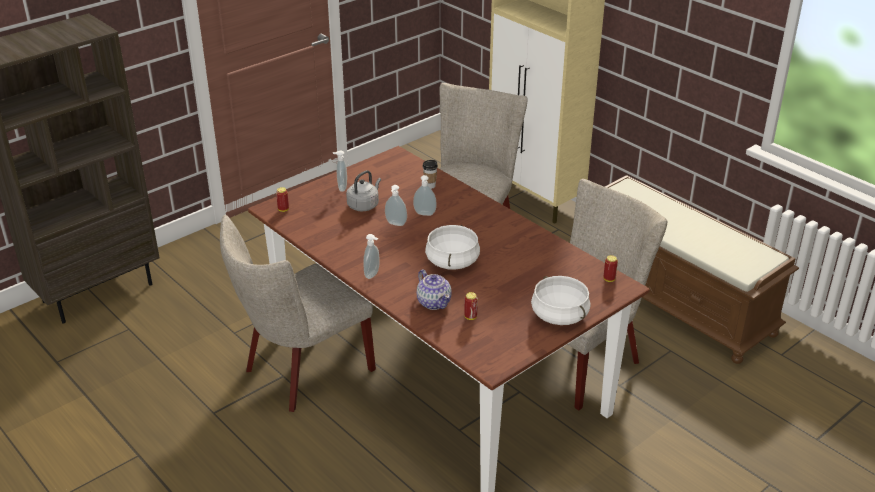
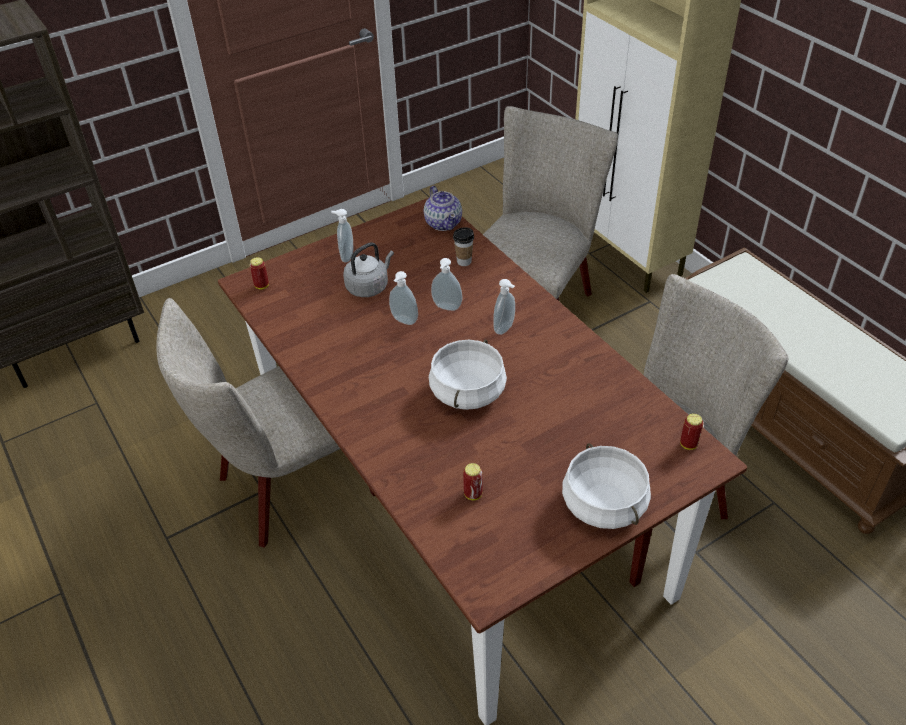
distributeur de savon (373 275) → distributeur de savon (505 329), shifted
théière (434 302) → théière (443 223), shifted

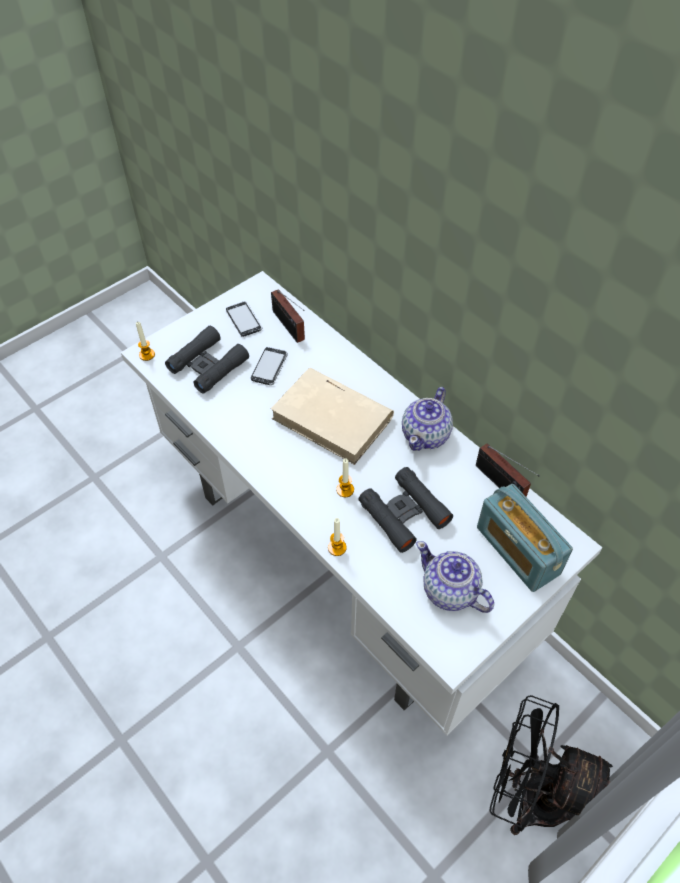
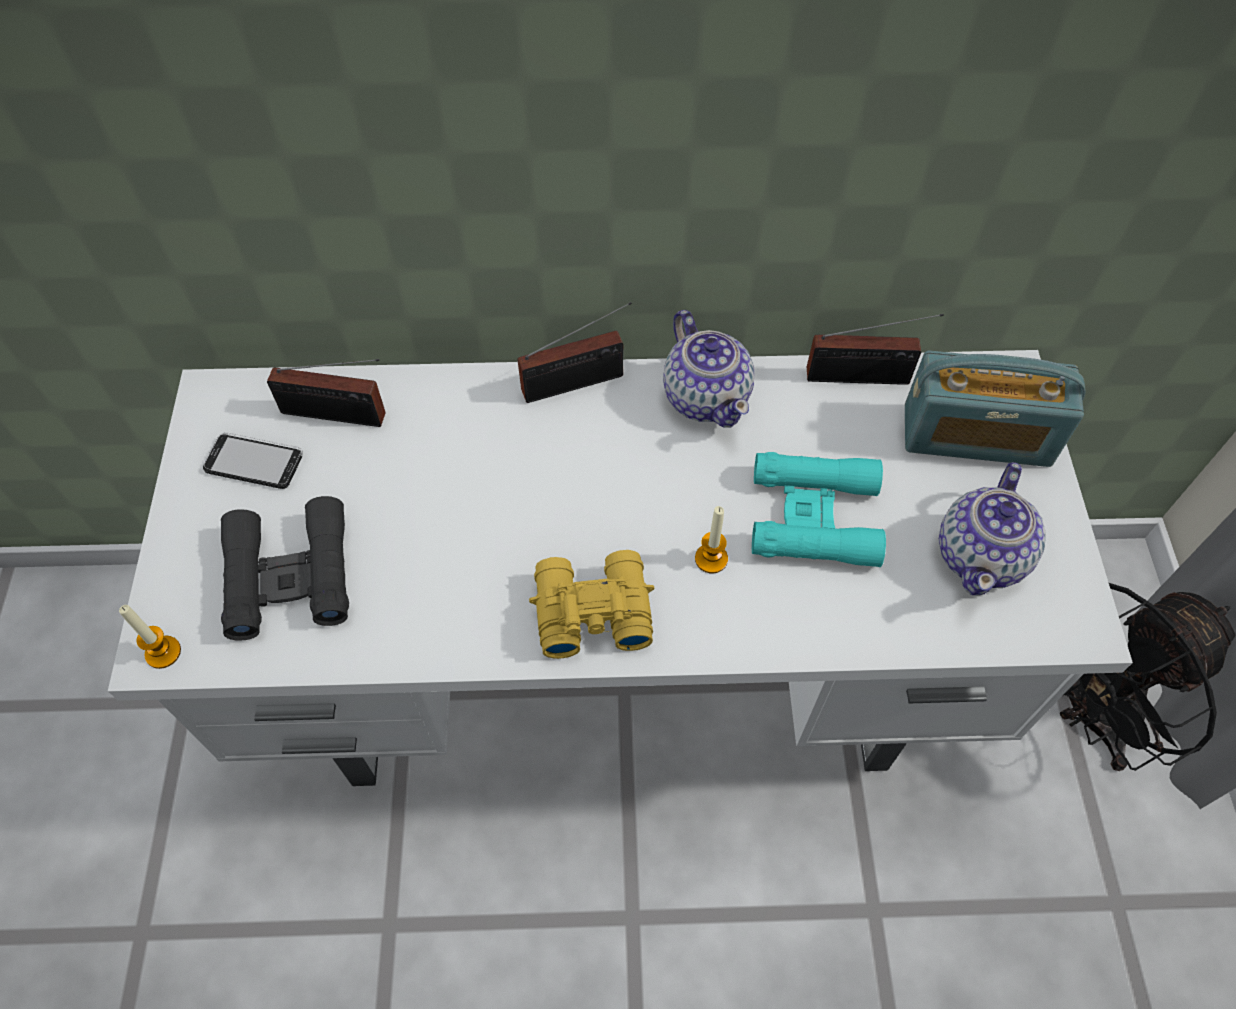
téléphone (269 367) → -
livre [beige] (333 418) → -
bougie (337 547) → -
jumelles [noir] (404 513) → jumelles [turquoise] (814 517)
théière (450 591) → théière (982 555), 60 degrees counterclockwise
- → radio (578 383)
- → jumelles [jaune] (590 609)

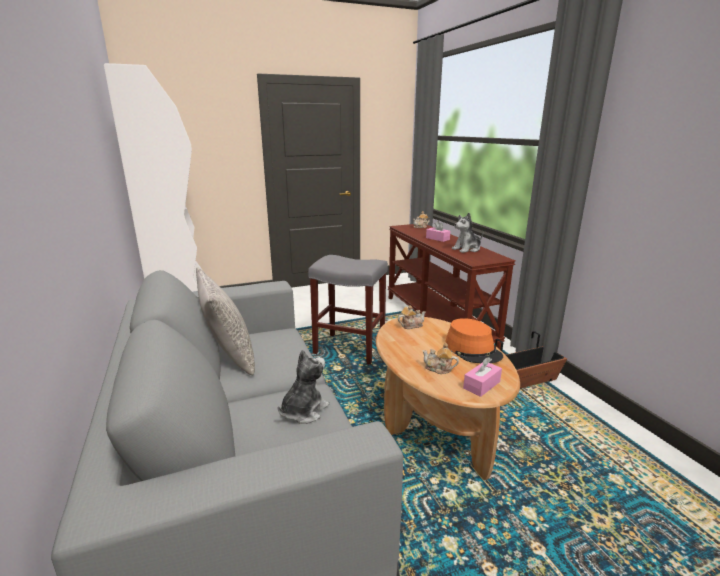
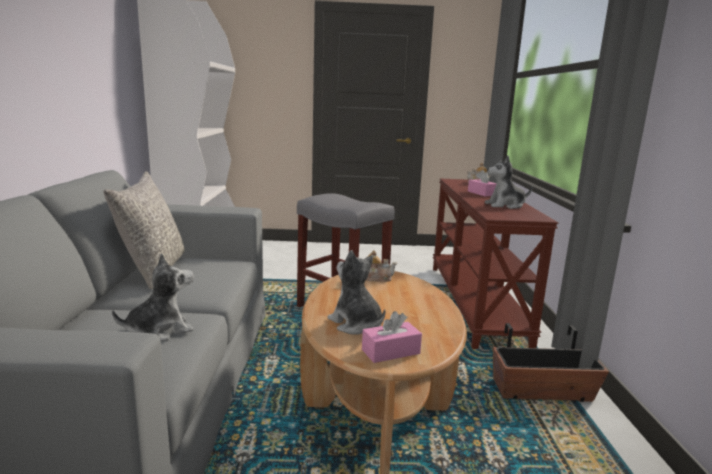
théière (438 369) → peluche (356 324)
chapeau [orange] (473 349) → -

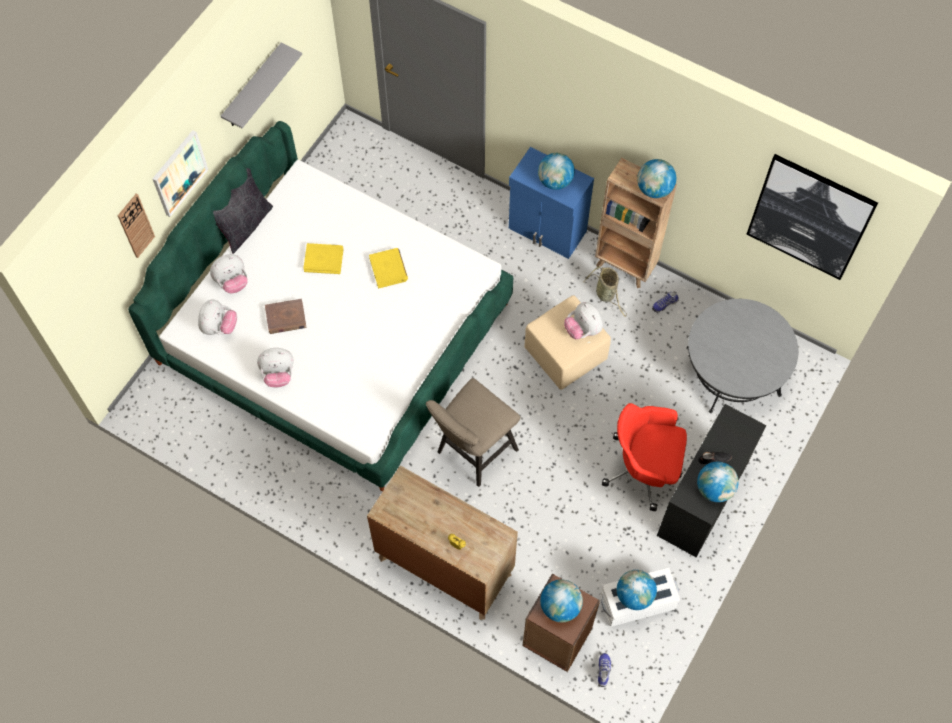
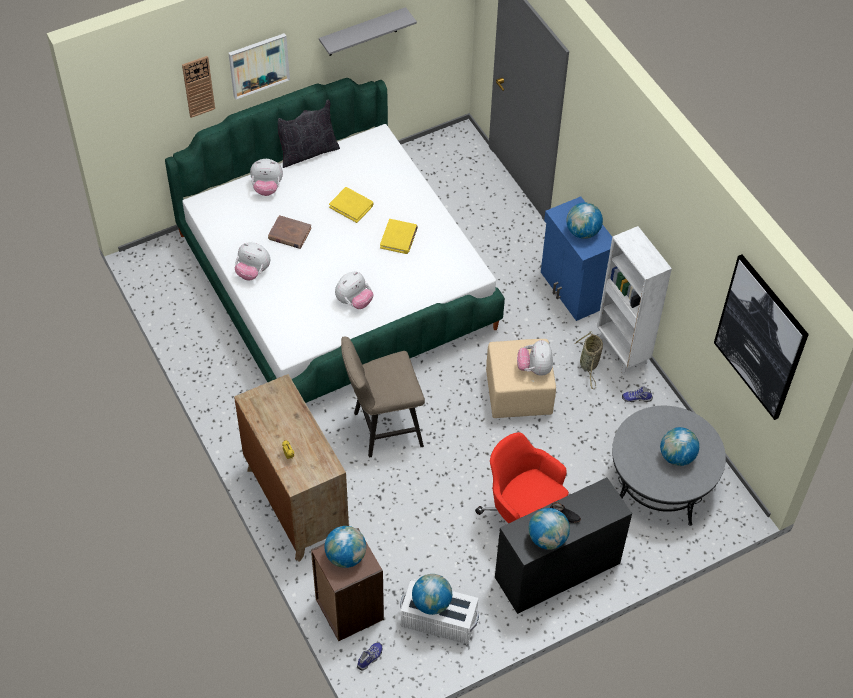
peluche (219 327) → peluche (354 301), shifted
bibliothèque [marron] (625 267) → bibliothèque [blanc] (622 351)
globe (654 189) → globe (676 456), shifted

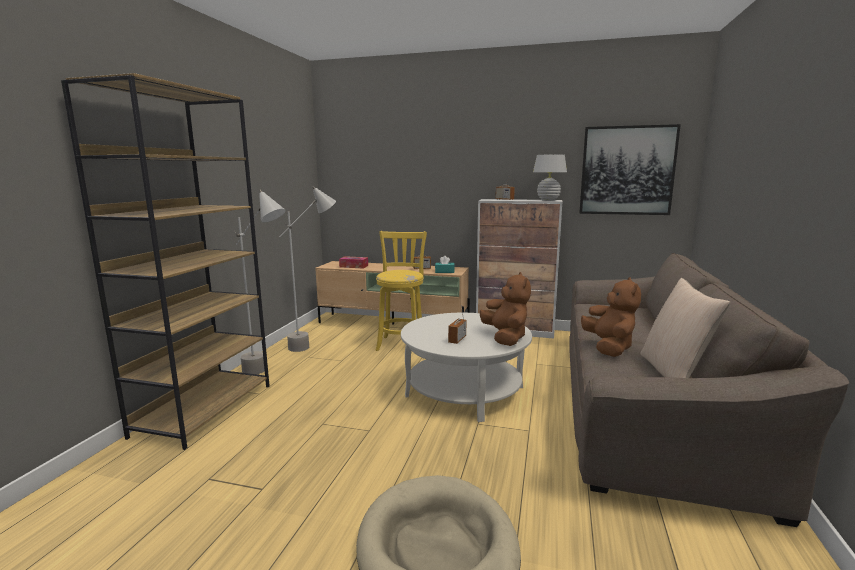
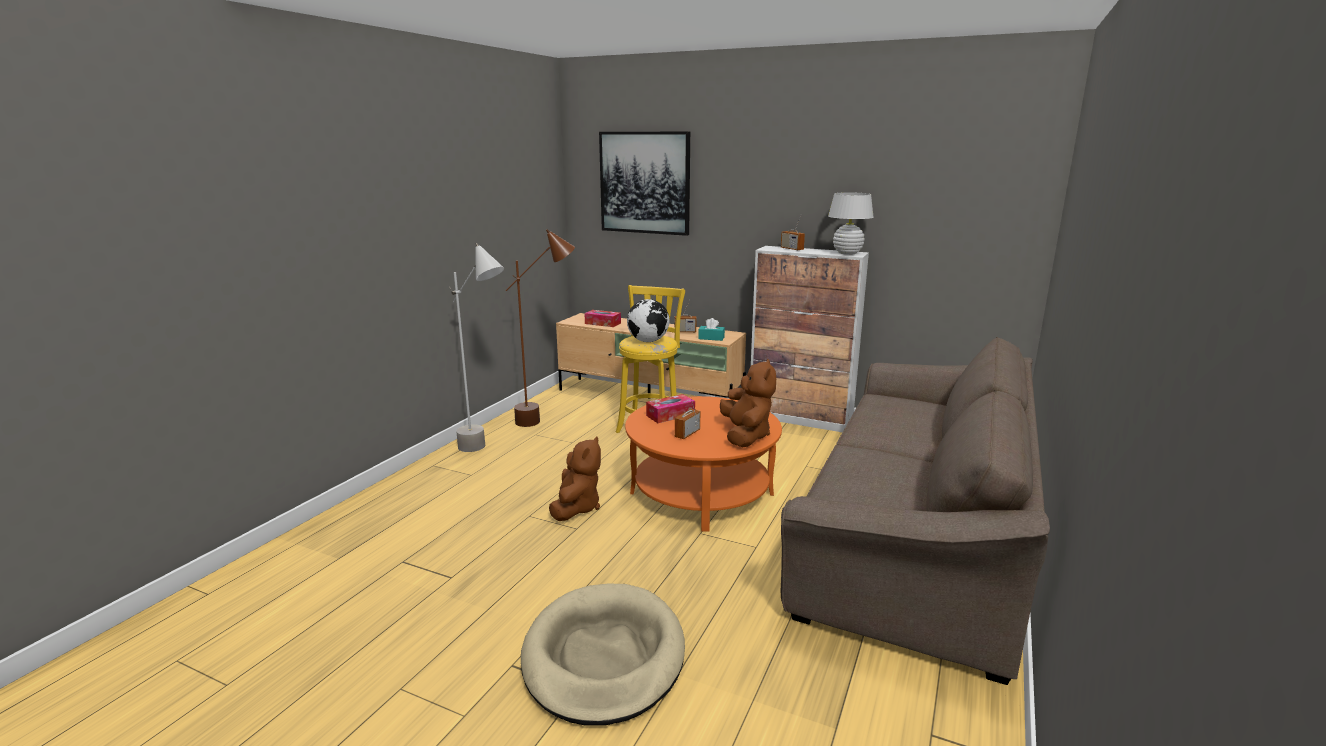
bibliothèque [marron] (205 409) → -
lampadaire [gris] (315 344) → lampadaire [marron] (548 419)
table basse [blanc] (464 391) → table basse [orange] (701 493)
tableau (627 170) → tableau (645 183), shifted
peluche [marron] (609 347) → peluche [marron] (576 508), shifted
coussin [beige] (674 373) → -
- → globe (648 341)
- → boîte à mouchoirs (670 415)

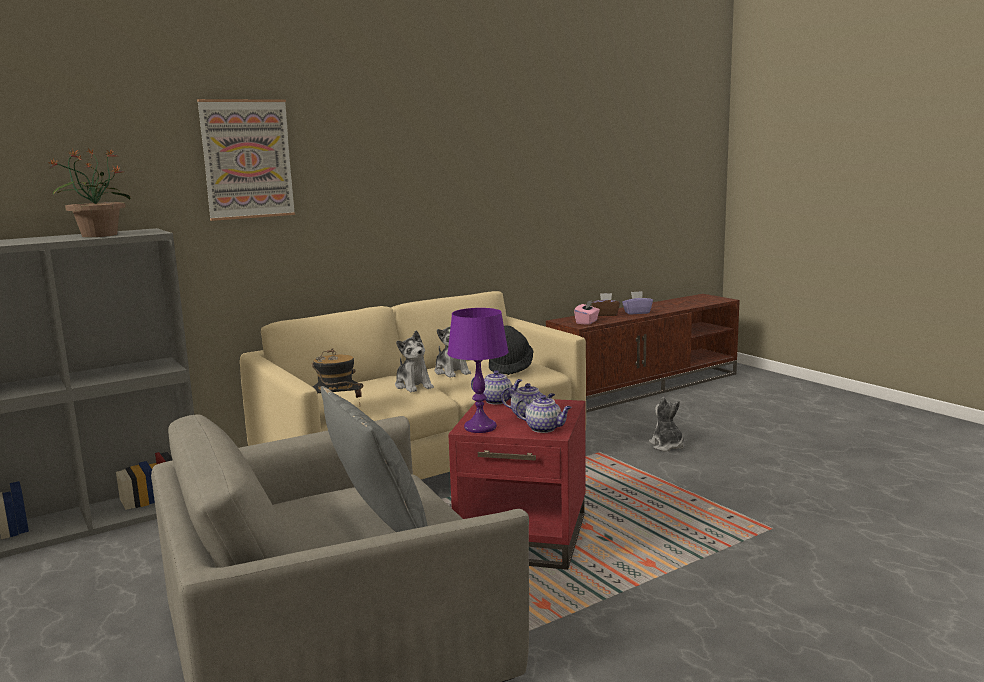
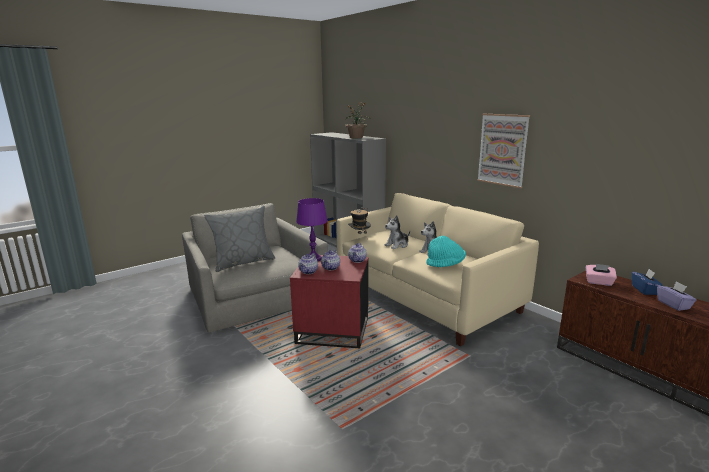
tableau (247 159) → tableau (502 150), shifted
chapeau [noir] (510 368) → chapeau [turquoise] (445 264)
boîte à mouchoirs [marron] (605 314) → boîte à mouchoirs [bleu] (644 290)
peluche (667 446) → -

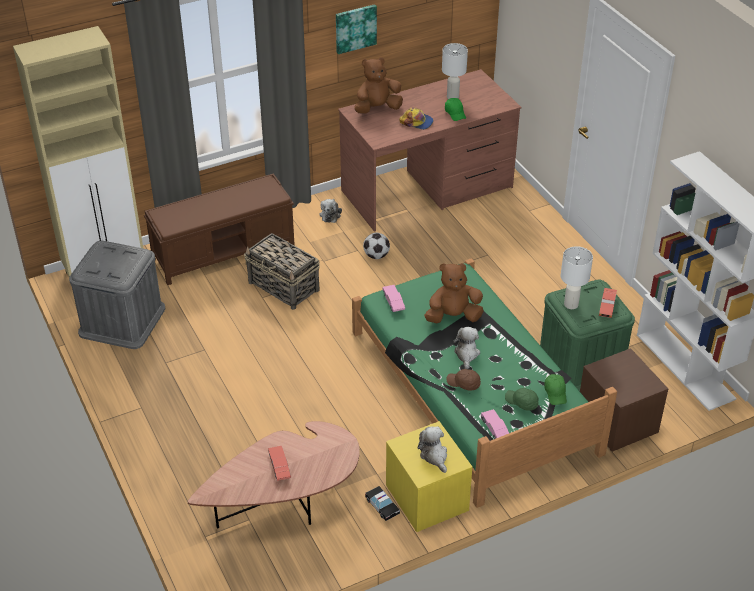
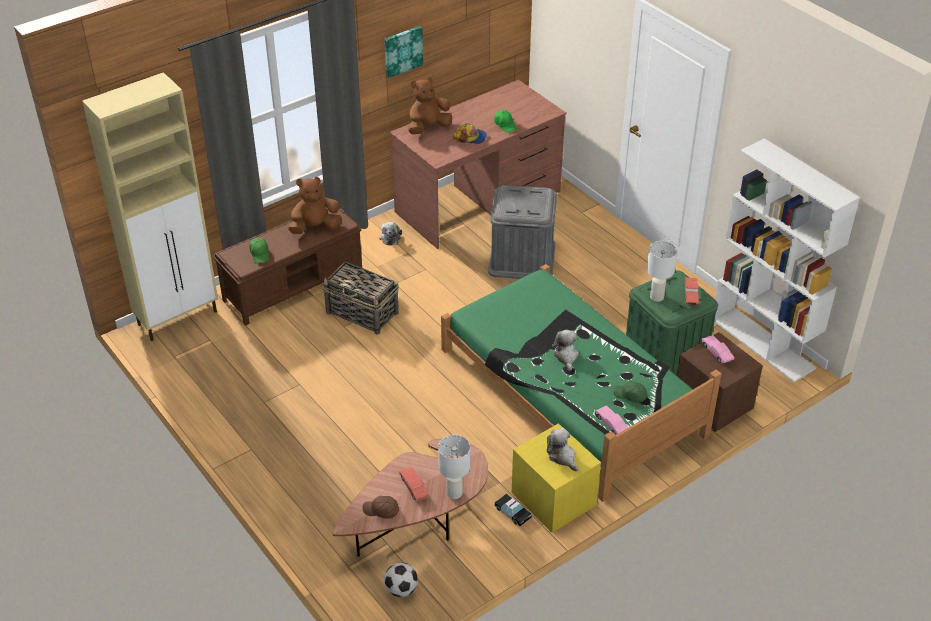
boîte de rangement [gris] (122 320) → boîte de rangement [gris] (522 258), shifted
ballon de foot (376 256) → ballon de foot (401 590), shifted
petite voiture [rose] (393 302) → petite voiture [rose] (717 353), shifted
peluche [marron] (453 316) → peluche [marron] (315 228), shifted
lampe de table [blanc] (453 97) → lampe de table [blanc] (454 493), shifted
casquette [marron] (463 383) → casquette [marron] (381 511), shifted
casquette [vert] (555 393) → casquette [vert] (260 254), shifted

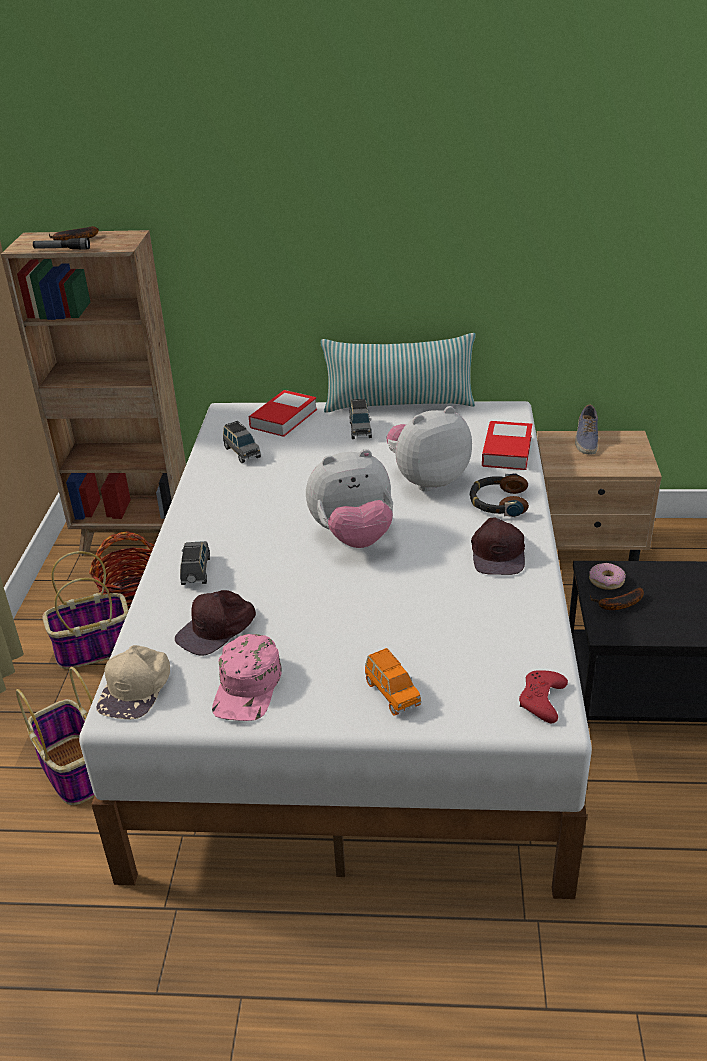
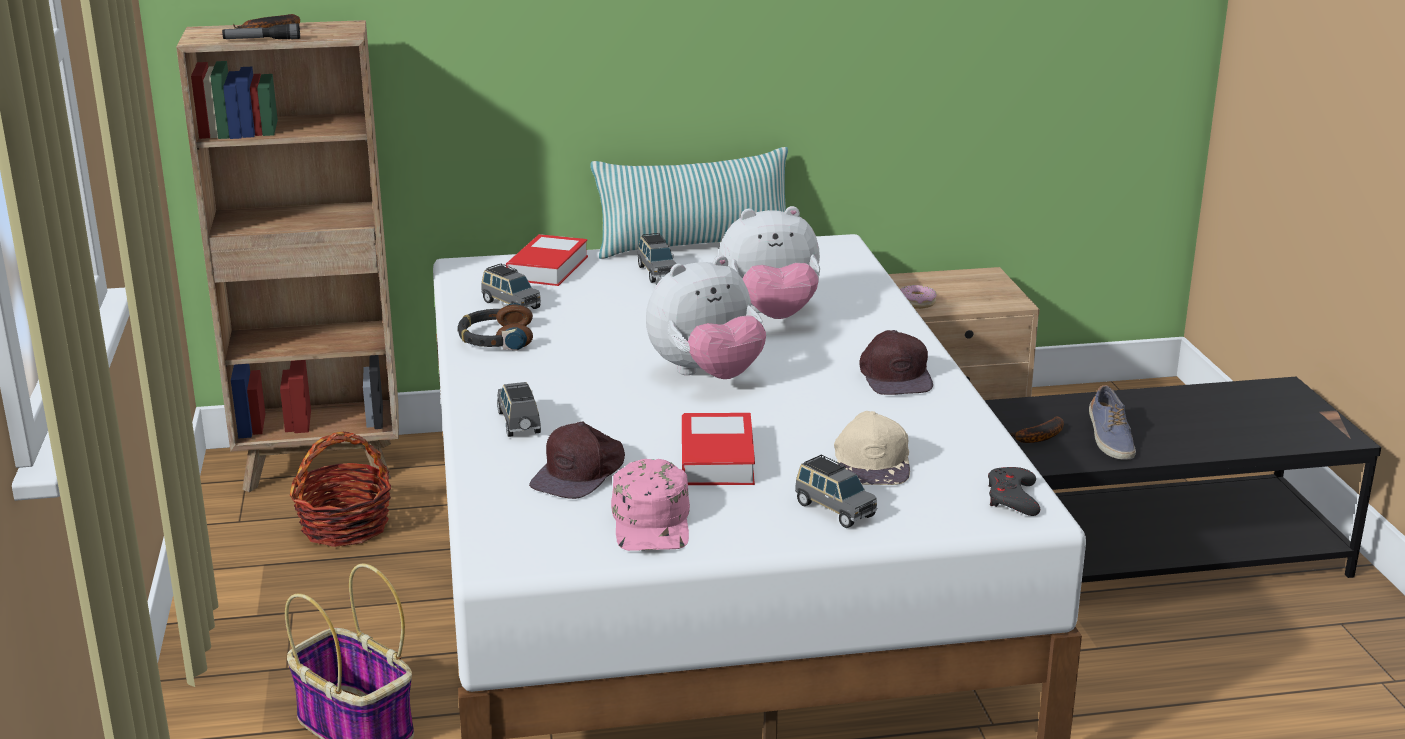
panier (93 649) → -
casquette [beige] (136 687) → casquette [beige] (873 461), shifted
petite voiture [orange] (392 693) → petite voiture [gris] (834 510)
peluche (427 480) → peluche (771 315), 150 degrees counterclockwise
casque audio (498 502) → casque audio (496 338), shifted
livre (507 451) → livre (717 459), shifted
manette [rouge] (542 700) → manette [gris] (1012 498)
chaussure (586 440) → chaussure (1109 439), shifted
beignet (606 581) → beignet (916 303), shifted

